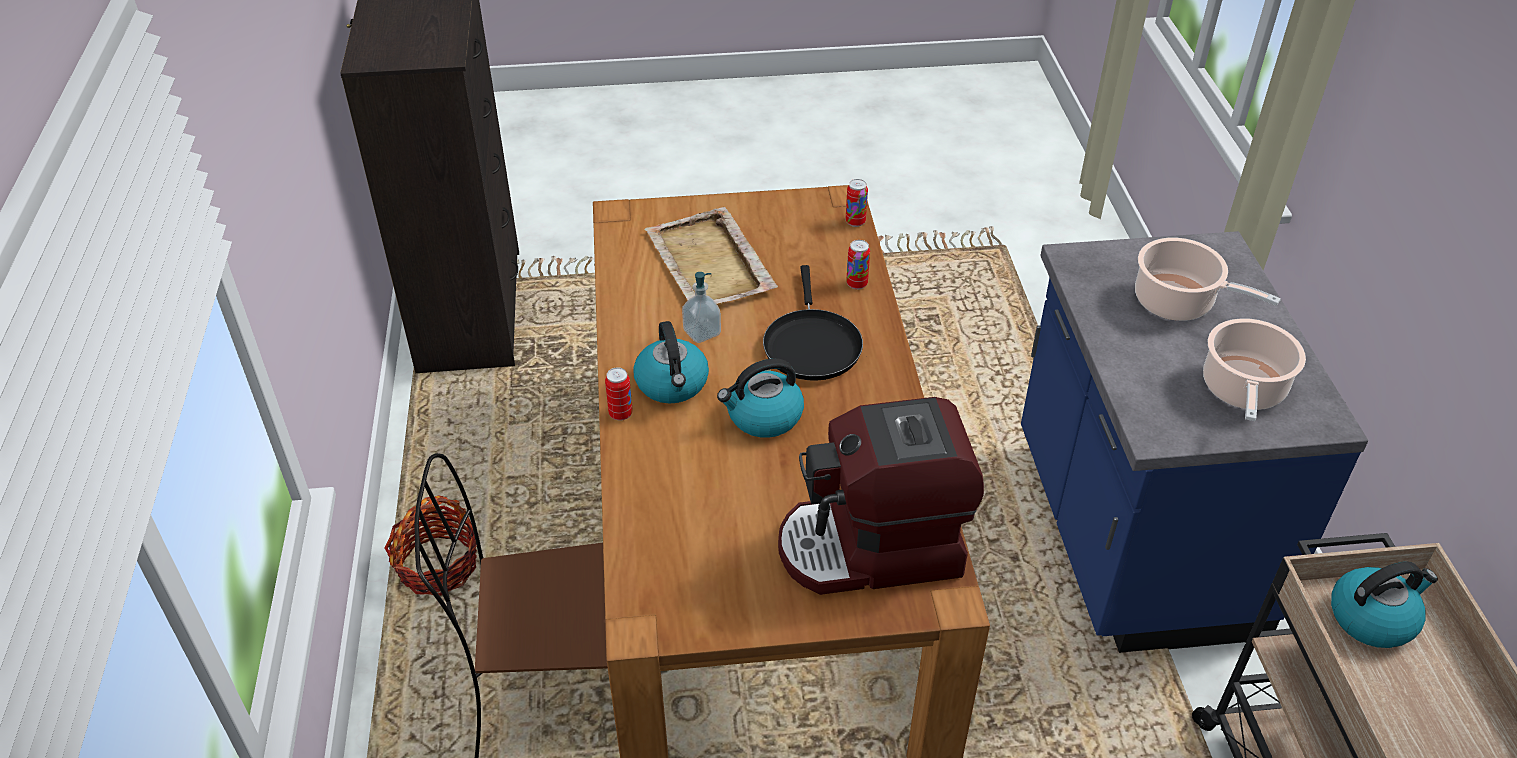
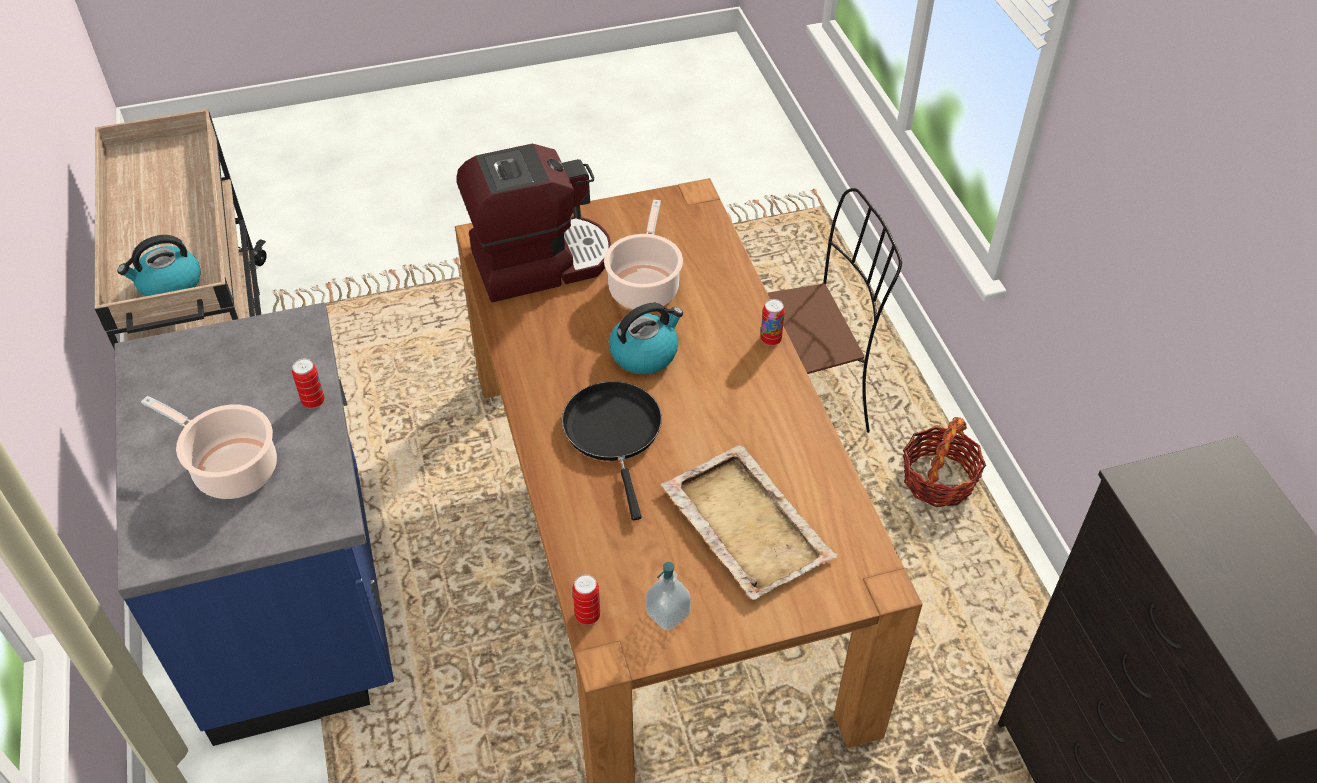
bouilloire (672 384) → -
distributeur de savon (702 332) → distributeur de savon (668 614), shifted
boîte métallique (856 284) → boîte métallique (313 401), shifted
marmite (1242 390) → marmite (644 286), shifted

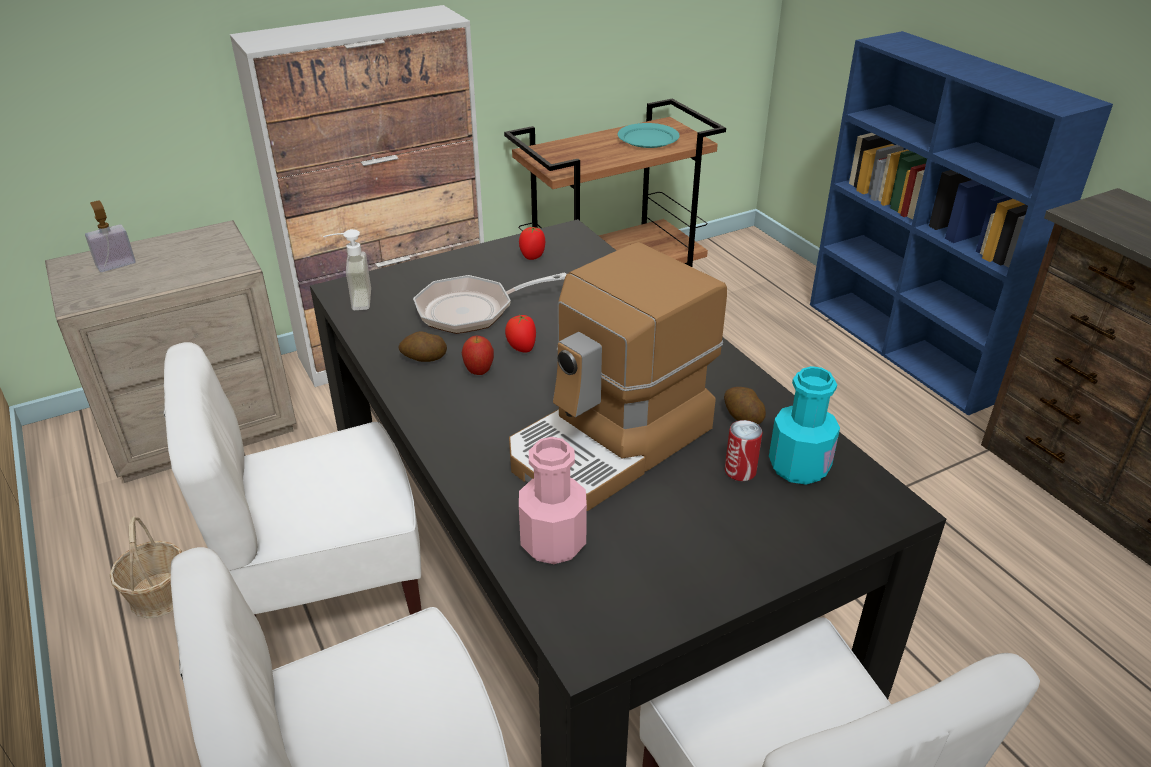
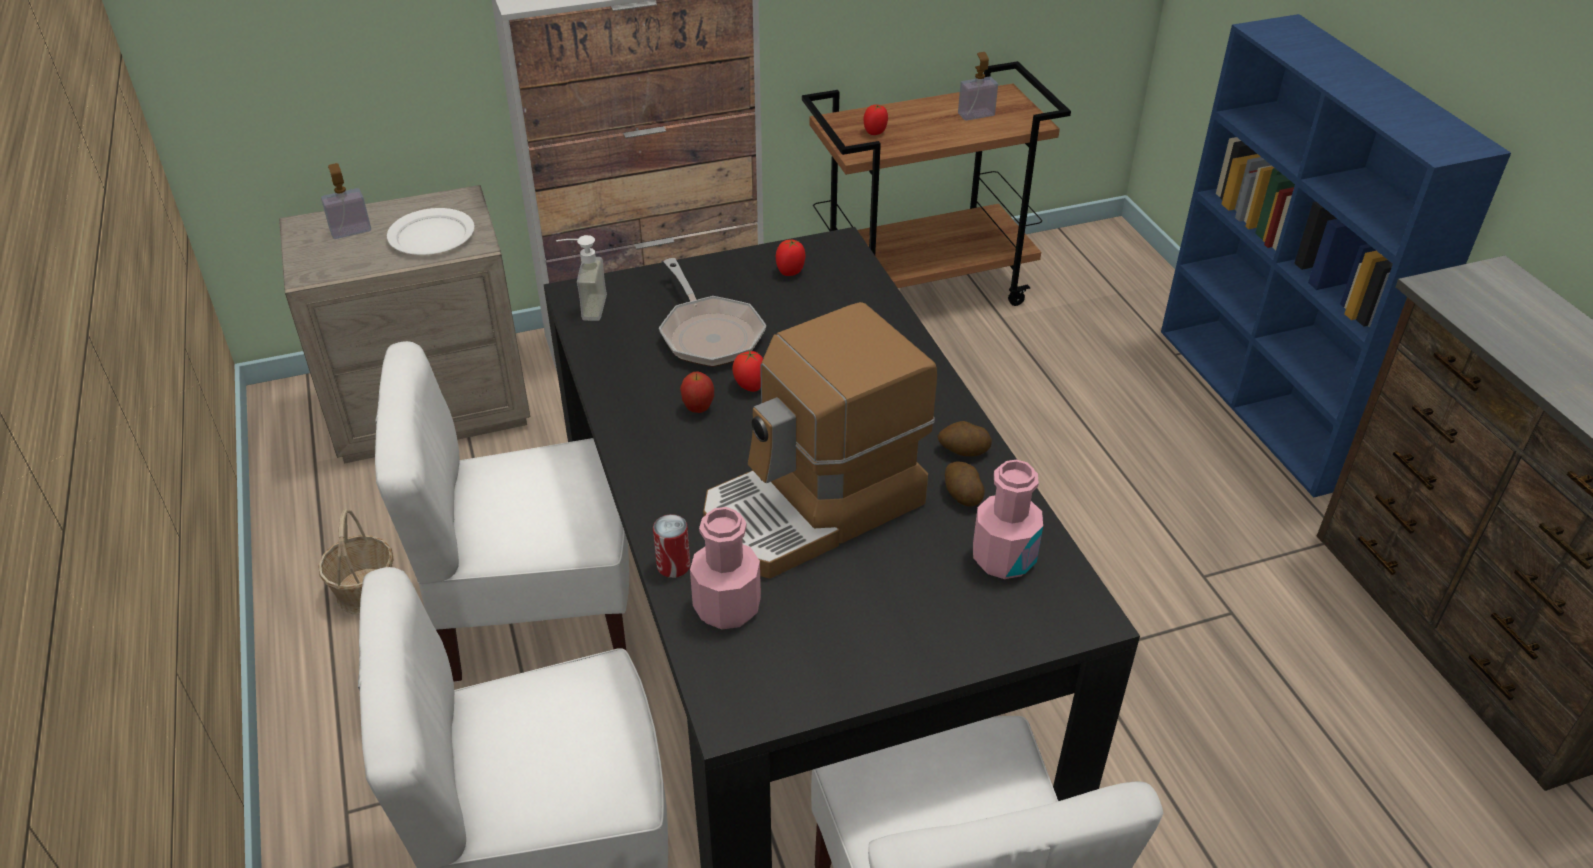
pomme de terre (424 358) → pomme de terre (963 451), shifted
poêle (473 310) → poêle (709 333), 105 degrees counterclockwise
assiette [turquoise] (648 139) → distributeur de savon (976 114)
boîte métallique (740 471) → boîte métallique (673 566), shifted
bouteille [turquoise] (799 466) → bouteille [rose] (1003 558)
- → assiette [blanc] (432 236)
- → tomate (875 132)

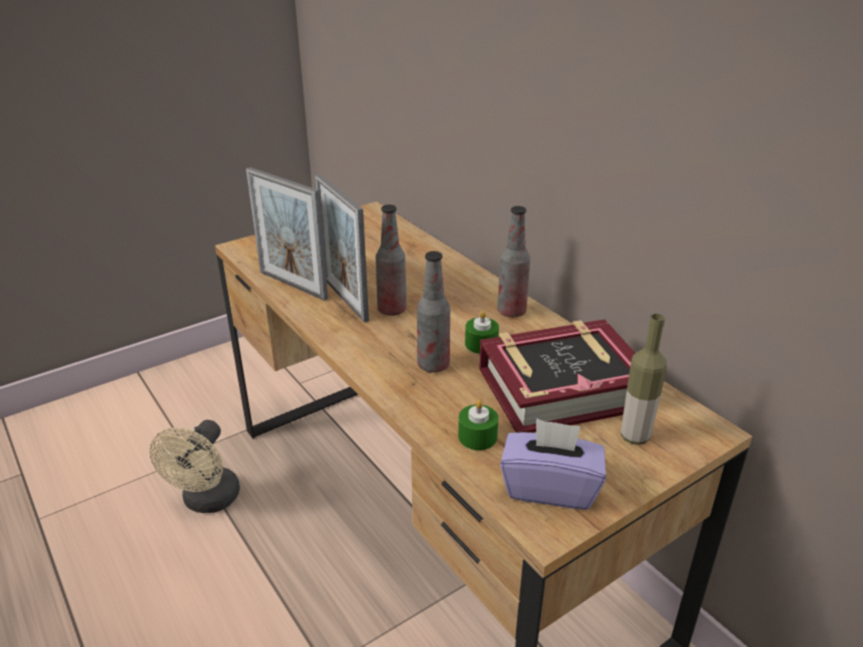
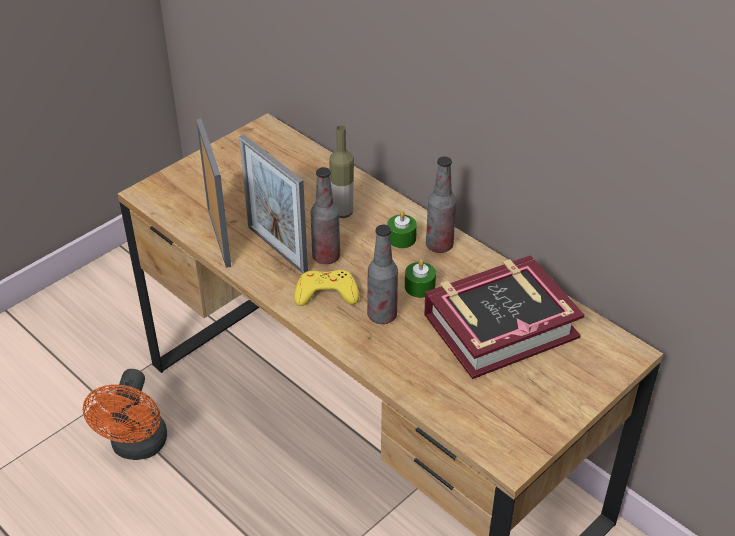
ventilateur [beige] (207 501) → ventilateur [orange] (137 447)
cadre photo (293 285) → cadre photo (219 237), 135 degrees counterclockwise
bougie [vert] (477 437) → bougie [vert] (401 238), shifted
boîte à mouchoirs [violet] (550 487) → -
bouteille (634 436) → bouteille (342 212), shifted
- → manette [jaune] (326 293)

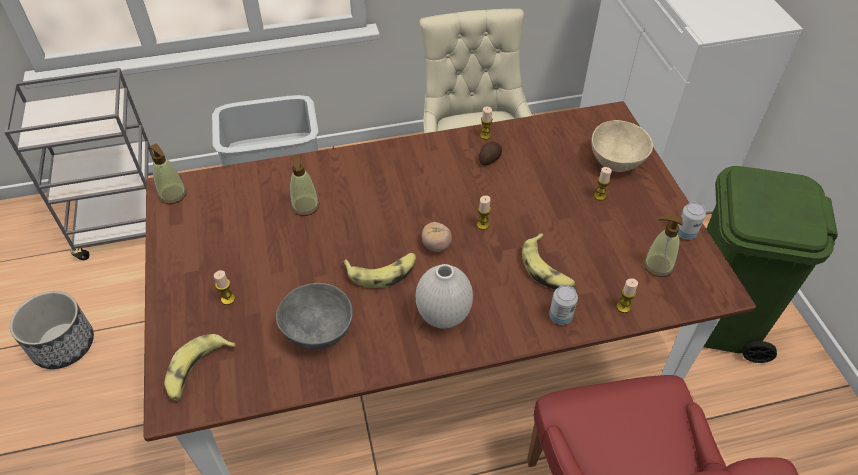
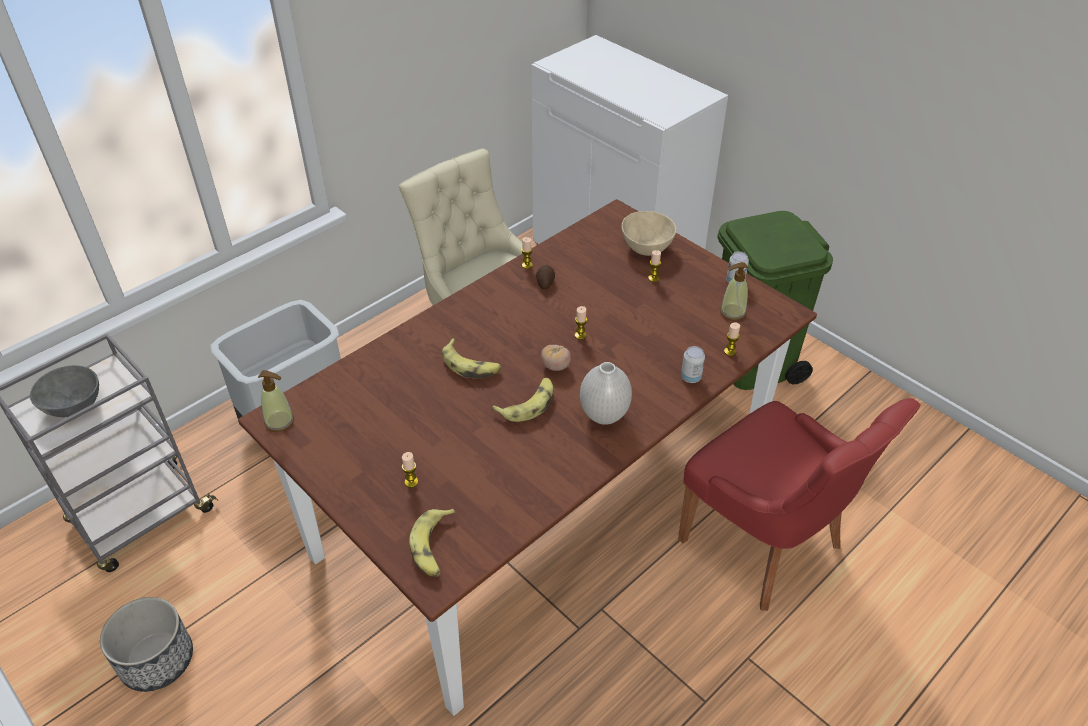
bol [gris] (317 330) → bol [gris] (72 406), shifted
distributeur de savon (305 206) → -
banane (547 269) → banane (471 365), shifted

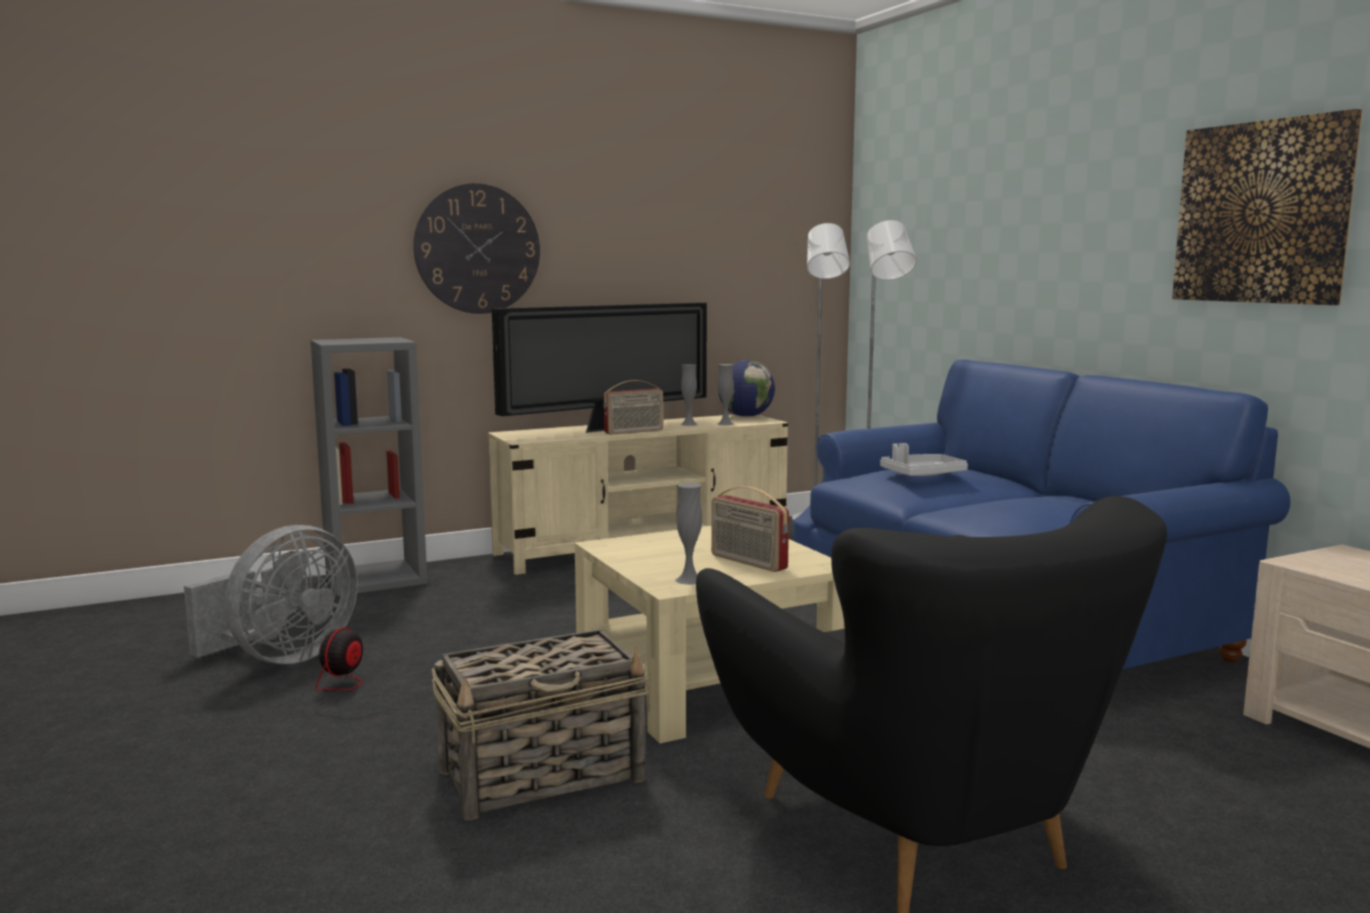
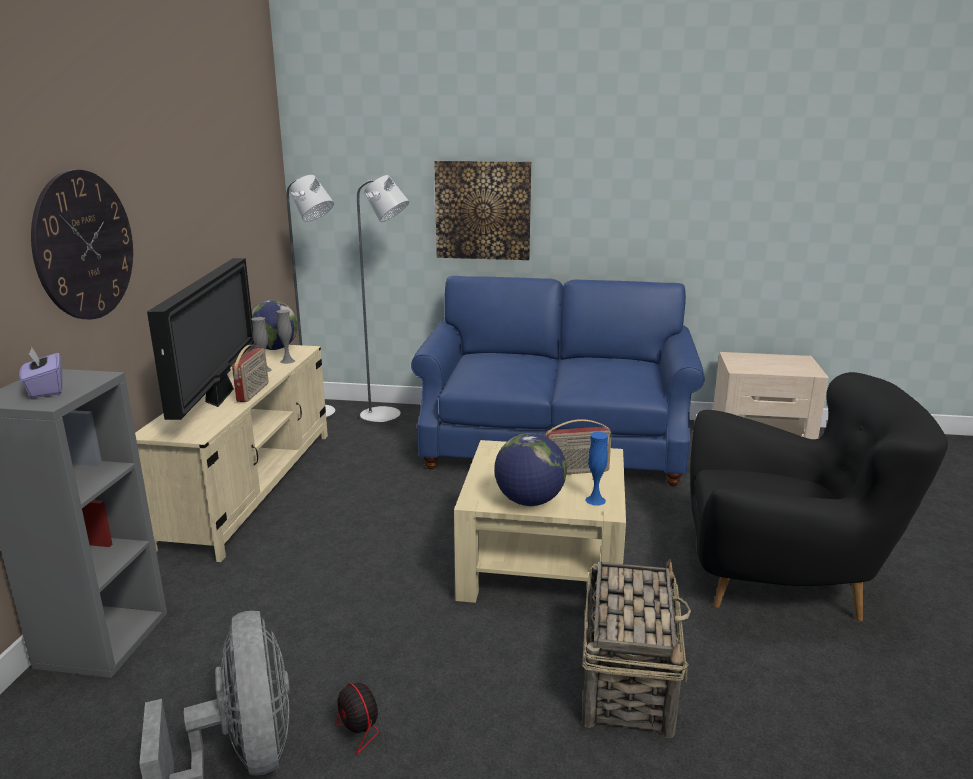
vase [gris] (689 580) → vase [bleu] (595 500)
plateau [gris] (922 475) → -
tableau (1262 212) → tableau (483 210), shifted
- → boîte à mouchoirs [violet] (45 390)
- → globe (529 501)

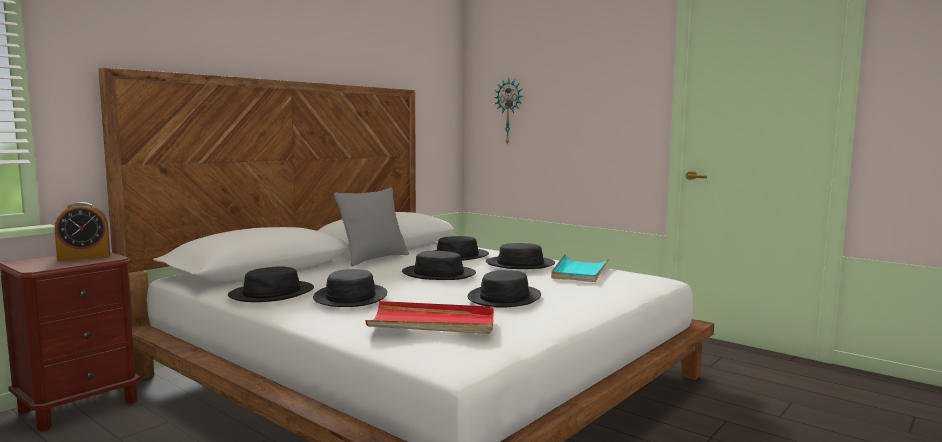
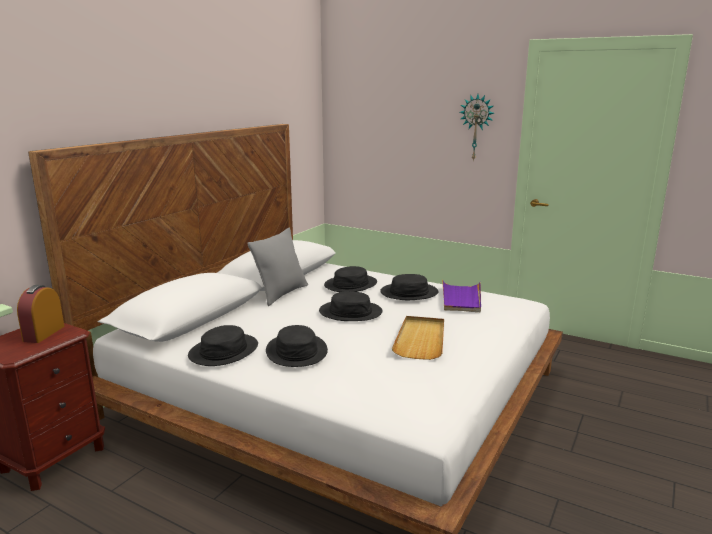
réveil (84 257) → réveil (44 333), 135 degrees clockwise
plateau [rouge] (433 323) → -
chapeau [noir] (504 298) → plateau [beige] (421 339)
horloge murale (509 111) → horloge murale (476 127), shifted
plateau [turquoise] (580 271) → plateau [violet] (461 298)

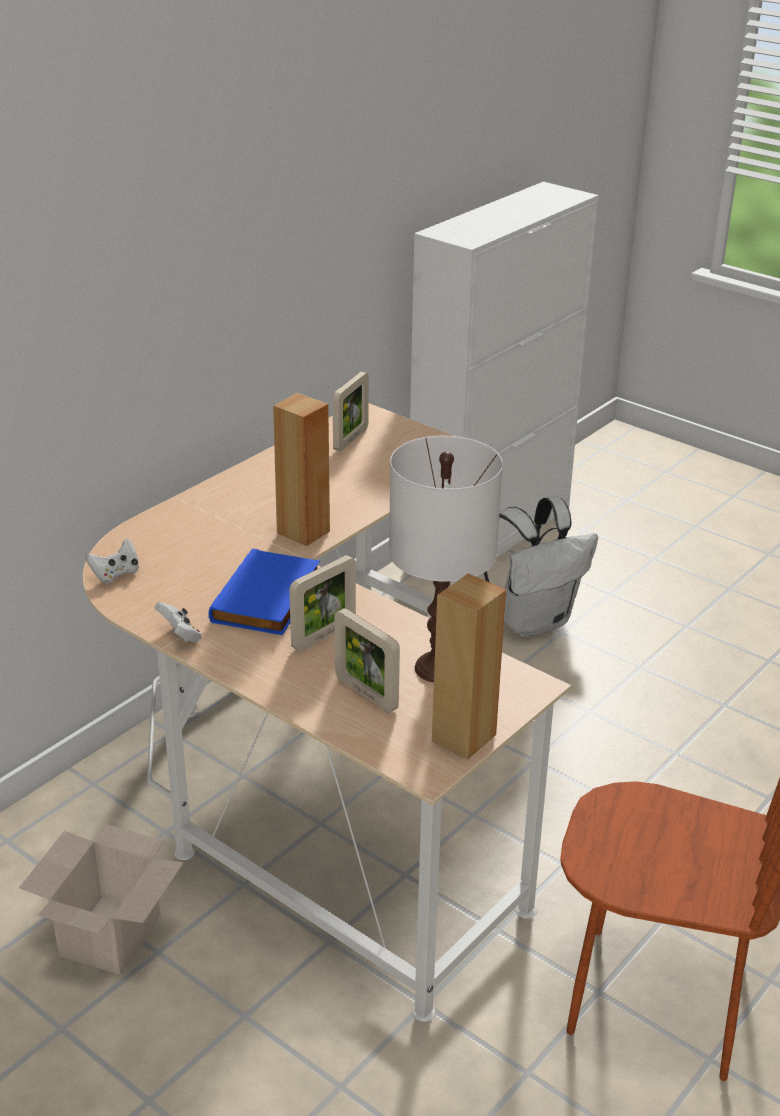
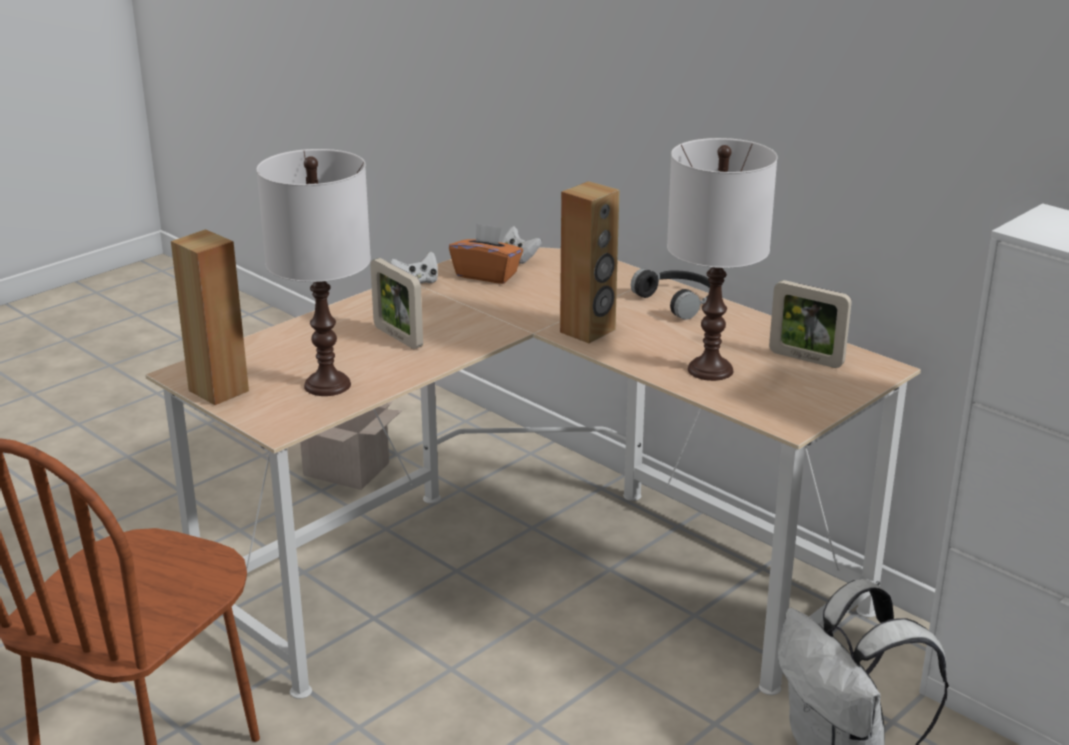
livre [bleu] (269 599) → -
cadre photo (366 694) → -
- → boîte à mouchoirs [orange] (486 275)
- → casque audio [noir] (679 301)
- → lampe de table [blanc] (711 370)

